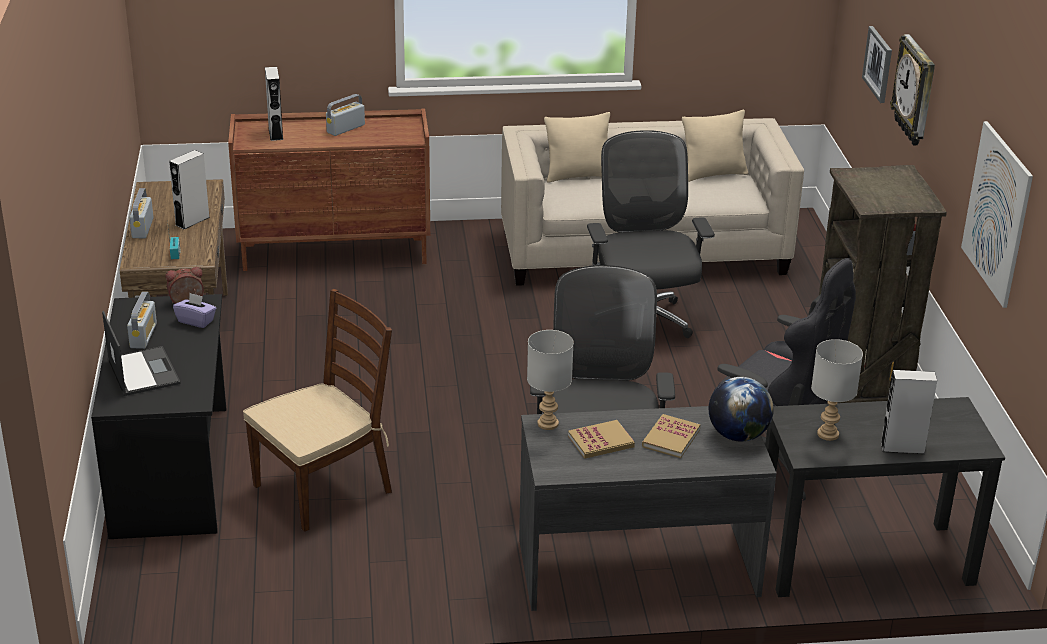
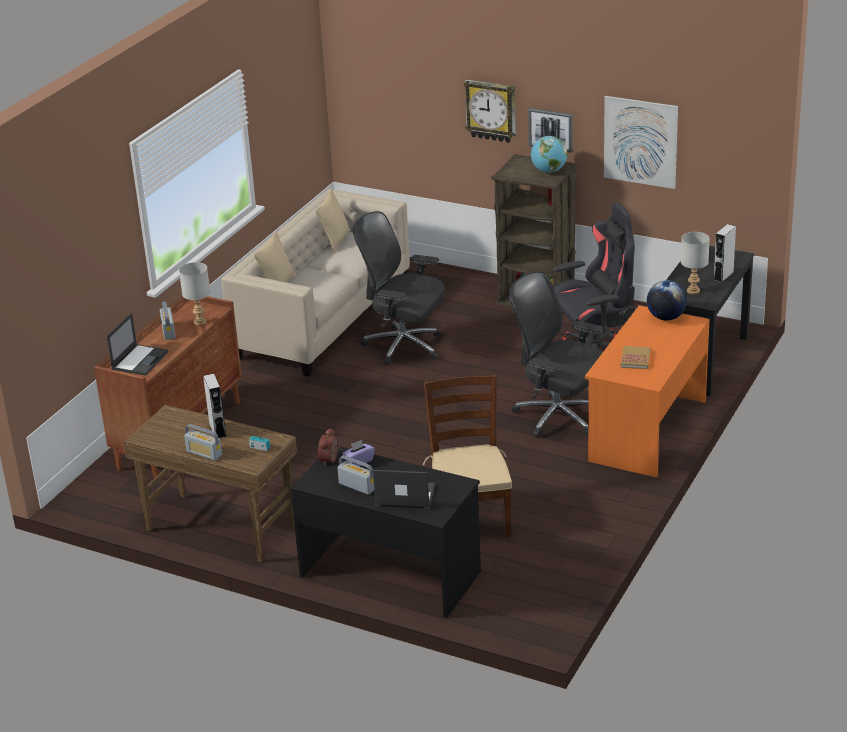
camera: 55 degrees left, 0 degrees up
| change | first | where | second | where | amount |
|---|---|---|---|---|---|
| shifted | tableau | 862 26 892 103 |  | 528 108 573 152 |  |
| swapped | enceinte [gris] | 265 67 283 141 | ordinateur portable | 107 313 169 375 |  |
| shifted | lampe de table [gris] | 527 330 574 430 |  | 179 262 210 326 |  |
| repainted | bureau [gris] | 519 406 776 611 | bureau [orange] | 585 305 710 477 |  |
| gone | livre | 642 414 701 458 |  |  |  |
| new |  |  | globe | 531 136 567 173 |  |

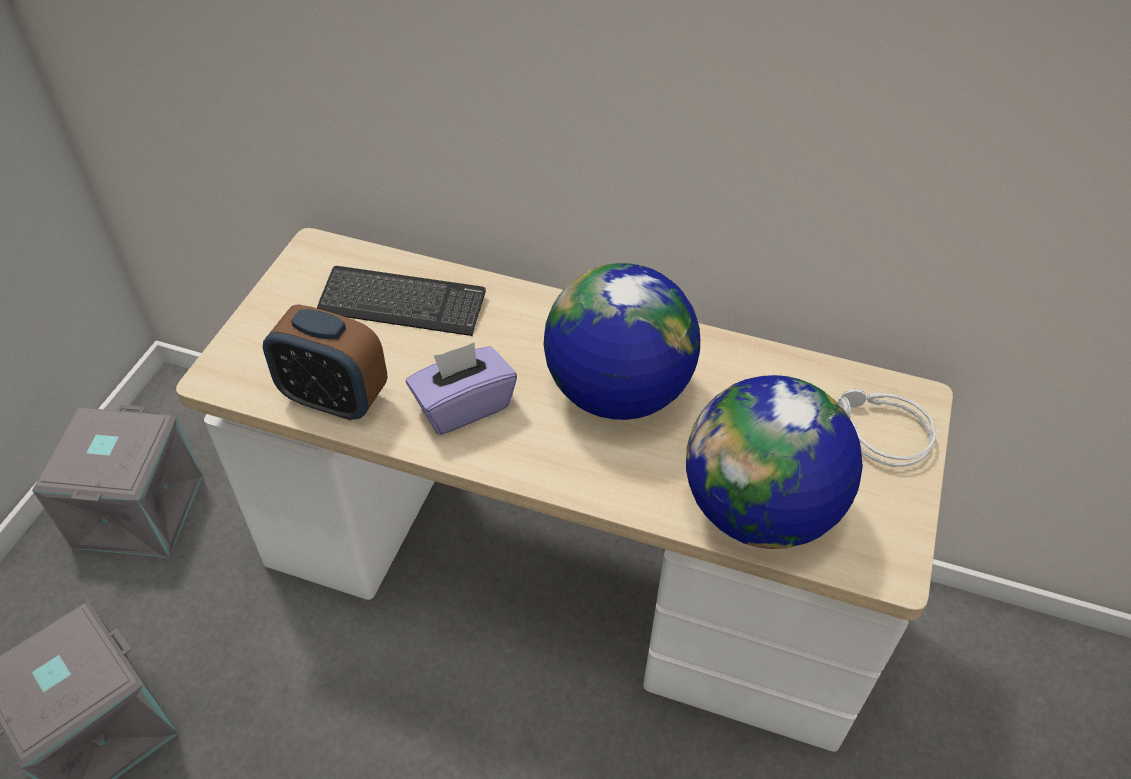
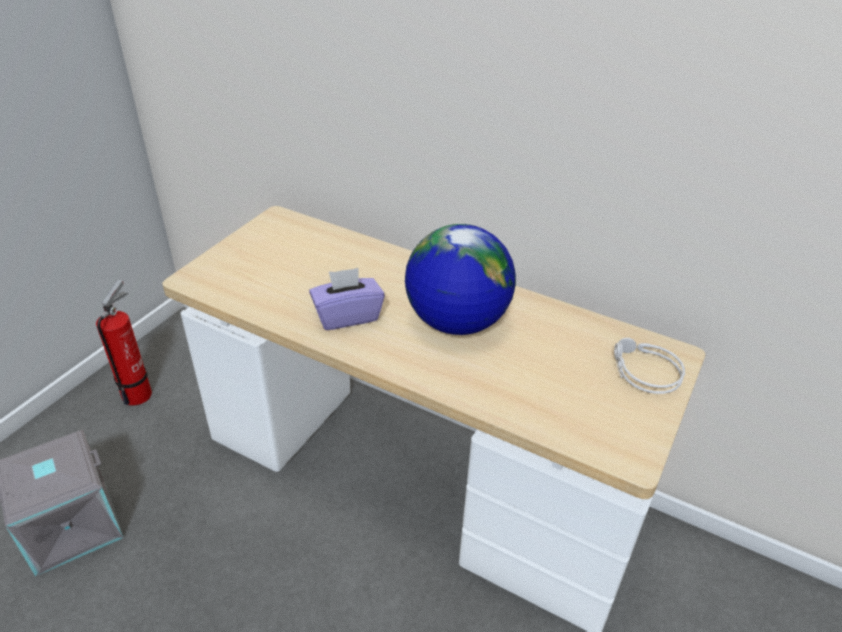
camera: 10 degrees right, 10 degrees down
| change | first | where | second | where | amount |
|---|---|---|---|---|---|
| gone | clavier | 317 266 486 336 |  |  |  |
| gone | réveil | 263 304 387 421 |  |  |  |
| gone | globe | 686 375 863 549 |  |  |  |
| swapped | boîte de rangement [gris] | 32 405 203 558 | extincteur | 96 280 152 406 |  |

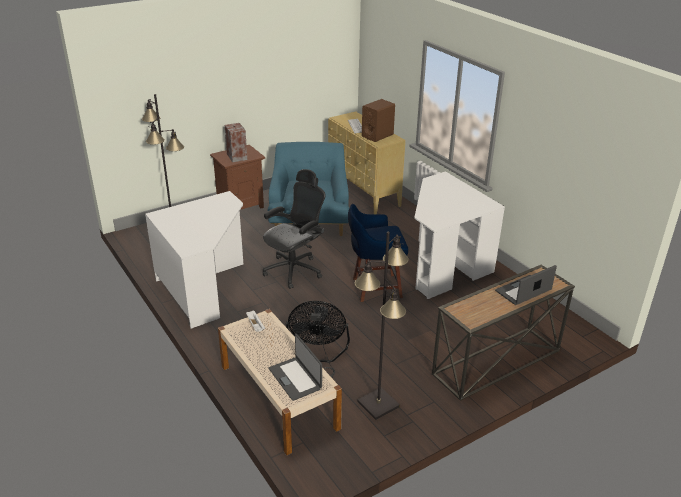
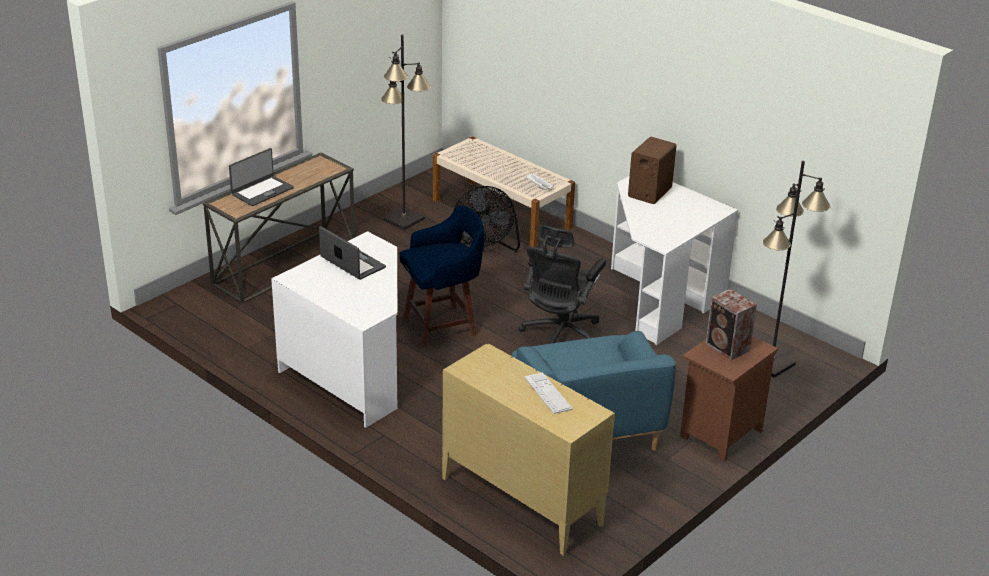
camera: 165 degrees right, 0 degrees up
| change | first | where | second | where | amount |
|---|---|---|---|---|---|
| shifted | enceinte [marron] | 362 99 395 142 |  | 628 137 677 204 |  |
| shifted | ordinateur portable | 269 334 322 401 |  | 319 226 386 280 |  |

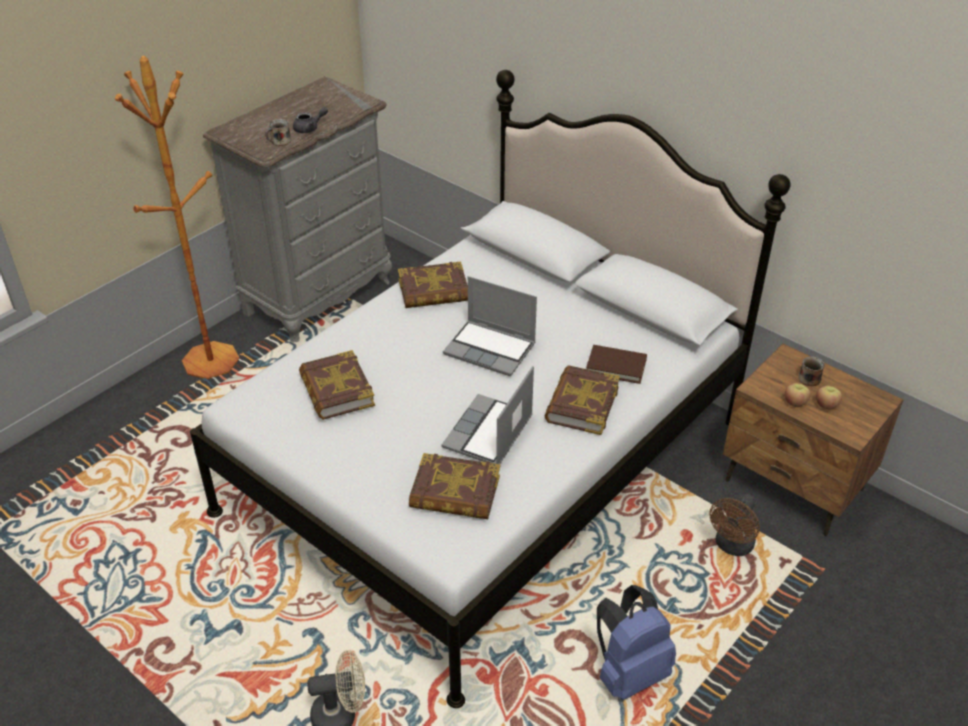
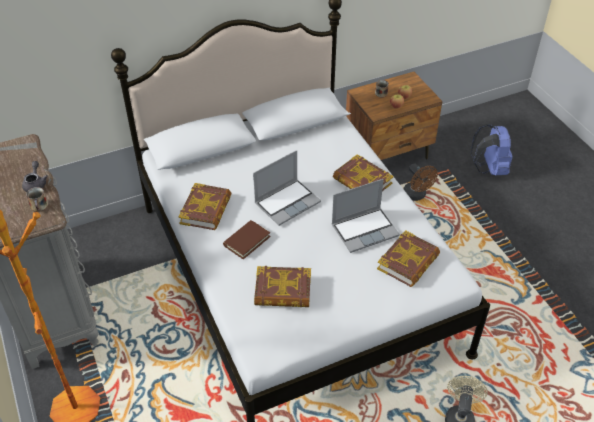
camera: 65 degrees left, 5 degrees up
| change | first | where | second | where | amount |
|---|---|---|---|---|---|
| shifted | livre [marron] | 586 345 647 384 |  | 223 220 271 259 |  |
| rotated | ordinateur portable | 441 366 534 464 |  | 332 179 400 253 | 75 degrees counterclockwise |
| shifted | sac à dos [bleu] | 597 585 676 700 |  | 471 124 512 175 |  |

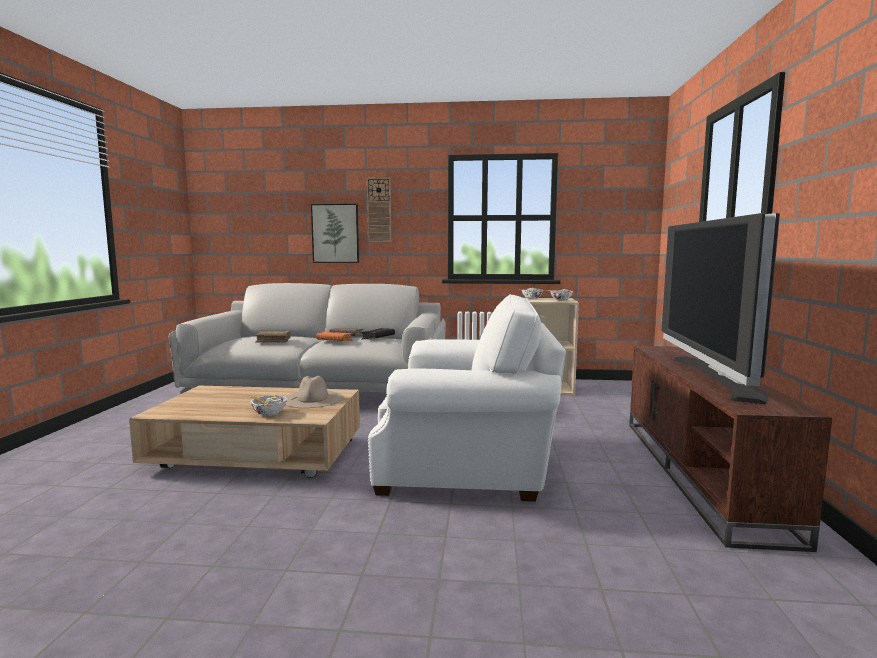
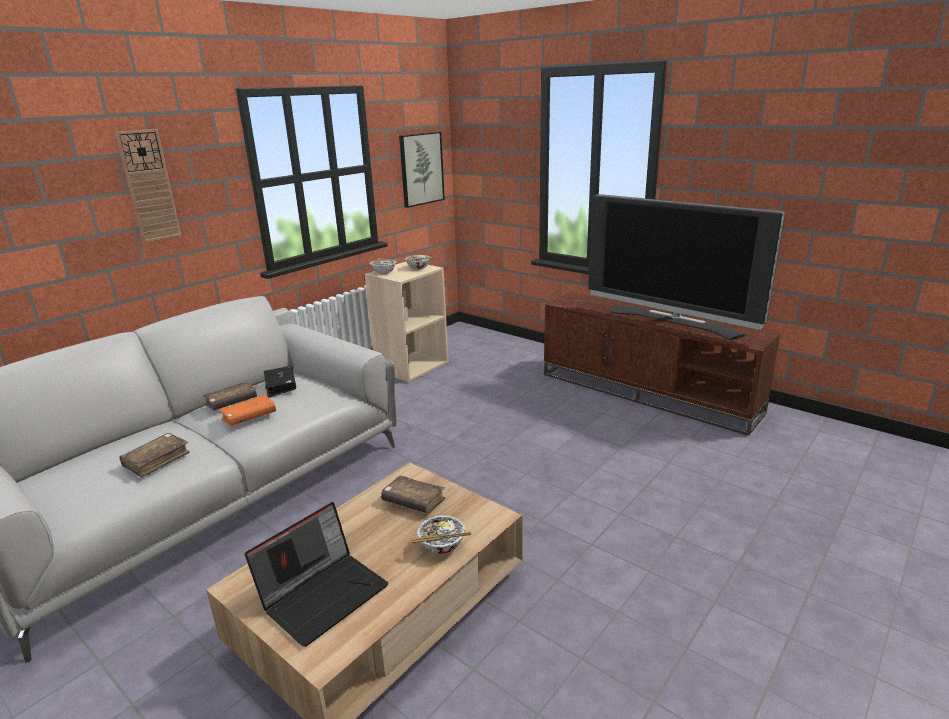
camera: 55 degrees left, 15 degrees up
| change | first | where | second | where | amount |
|---|---|---|---|---|---|
| shifted | tableau | 311 204 359 263 |  | 399 132 445 208 |  |
| gone | fauteuil [blanc] | 368 294 566 502 |  |  |  |
| swapped | chapeau [beige] | 285 376 344 408 | livre [marron] | 381 475 446 514 |  |
| new |  |  | ordinateur portable | 245 502 388 647 |  |

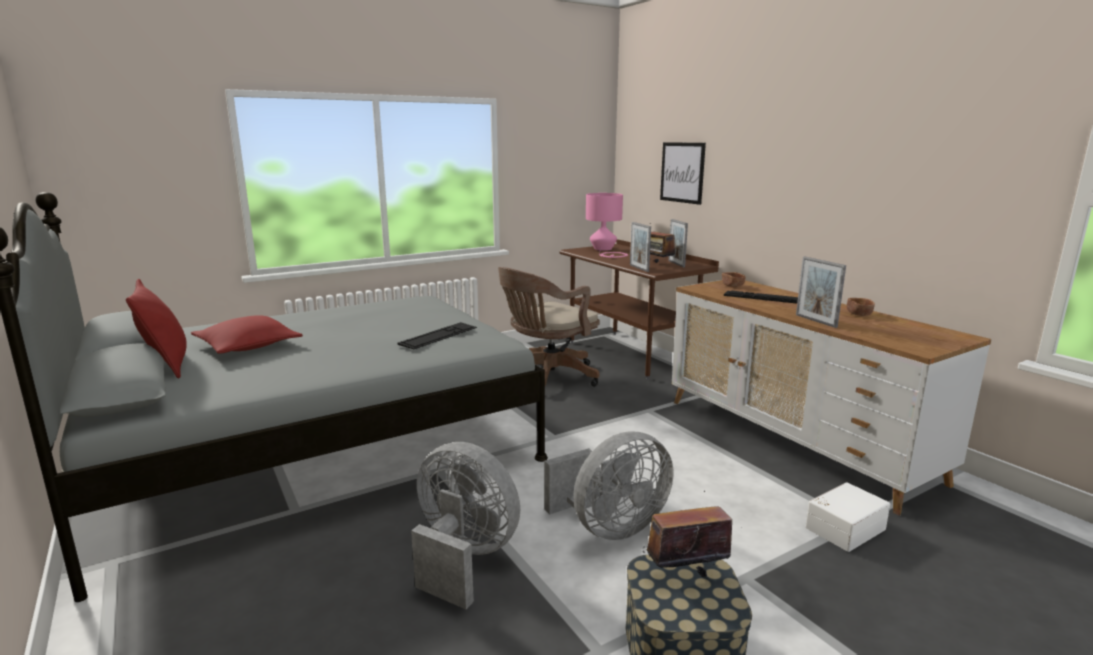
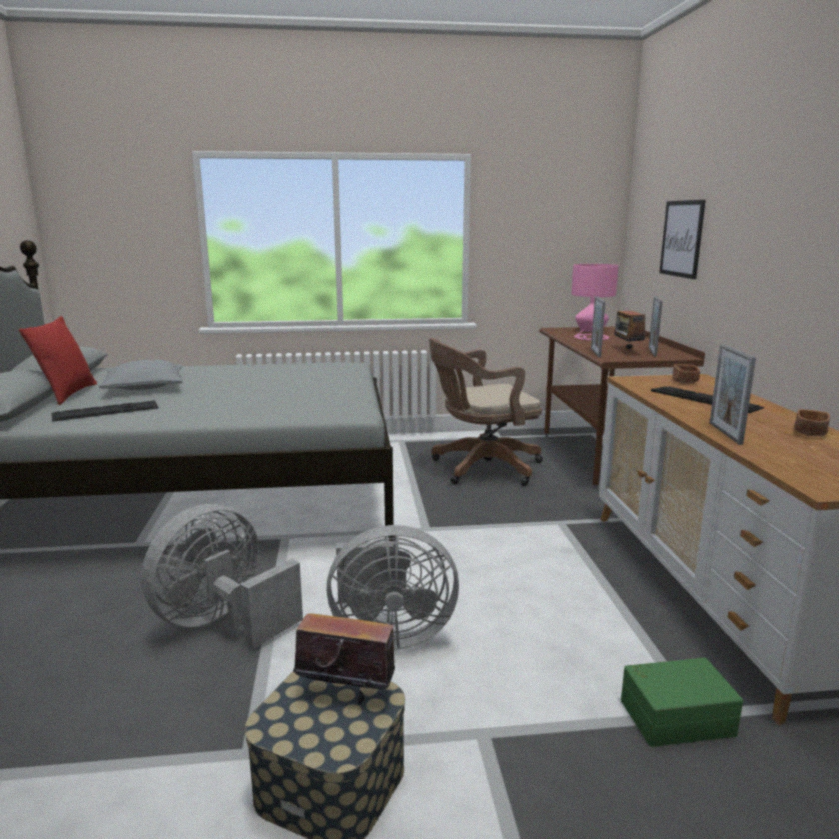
camera: 25 degrees right, 0 degrees up
| change | first | where | second | where | amount |
|---|---|---|---|---|---|
| repainted | coussin [rouge] | 191 315 303 354 | coussin [gris] | 99 360 183 390 |  |
| shifted | clavier | 397 322 477 349 |  | 52 400 159 422 |  |
| rotated | ventilateur [gris] | 411 442 520 609 |  | 141 504 303 649 | 105 degrees counterclockwise |
| repainted | boîte de rangement [blanc] | 805 482 890 552 | boîte de rangement [vert] | 621 658 743 747 |  |

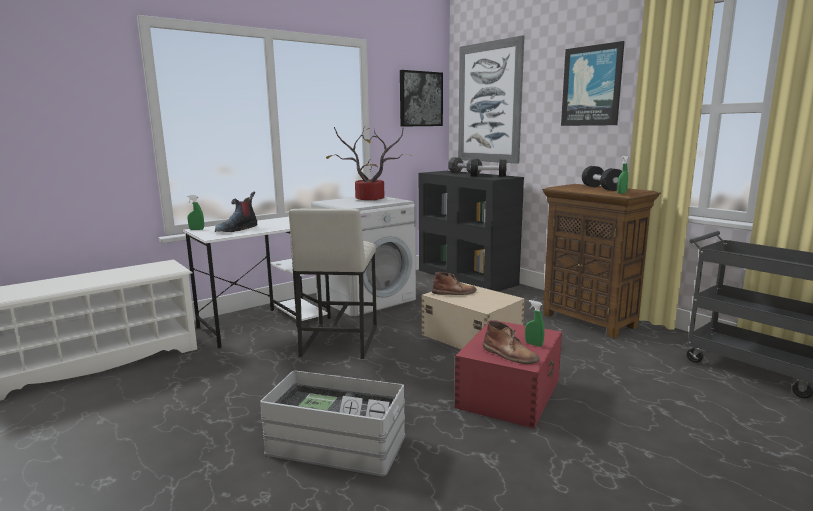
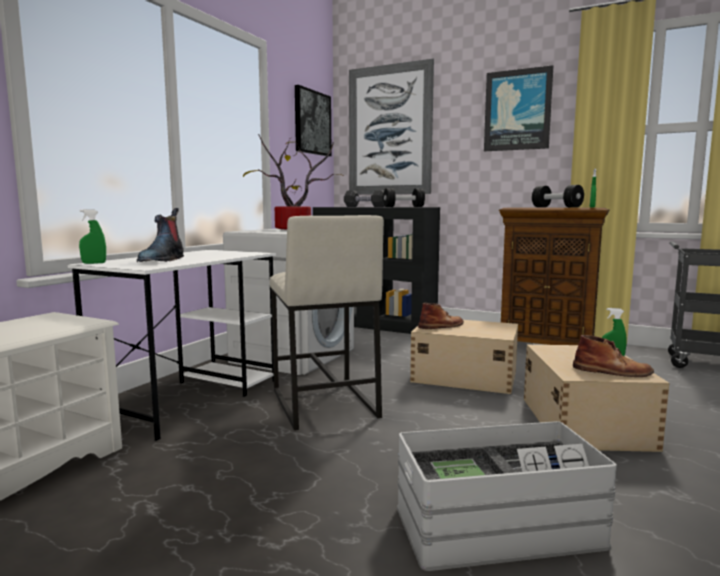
camera: 25 degrees left, 5 degrees down
| change | first | where | second | where | amount |
|---|---|---|---|---|---|
| repainted | boîte de rangement [rouge] | 455 320 562 429 | boîte de rangement [beige] | 524 345 670 452 |  |

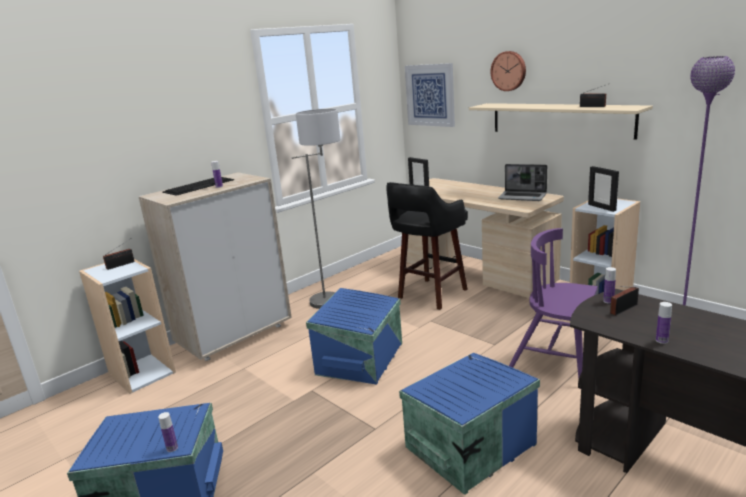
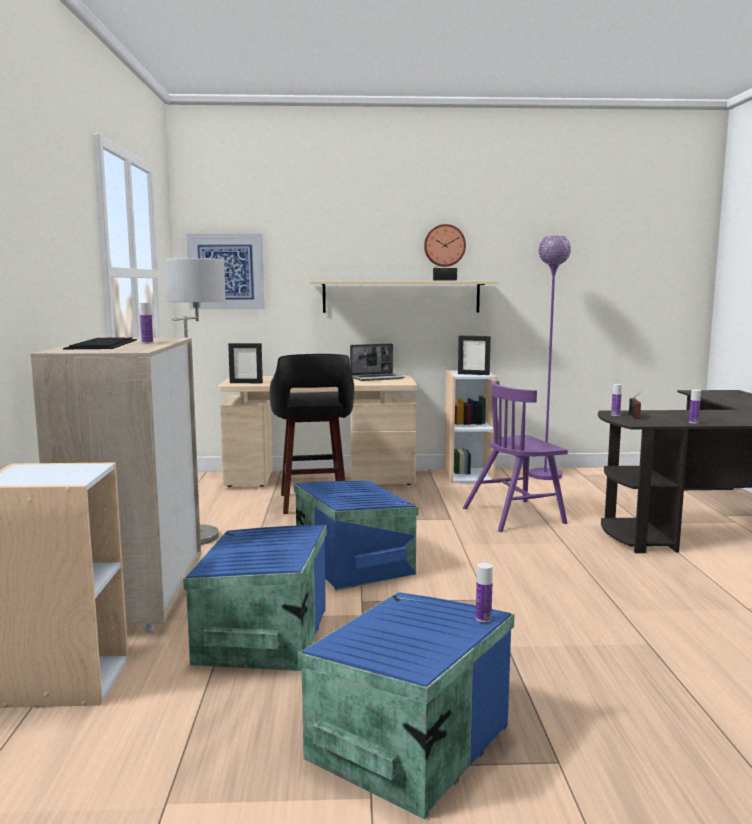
camera: 50 degrees left, 10 degrees down
| change | first | where | second | where | amount |
|---|---|---|---|---|---|
| shifted | horloge murale | 490 51 526 91 |  | 424 224 466 267 |  |
| gone | radio | 103 238 135 270 |  |  |  |
| shifted | boîte de rangement [bleu] | 399 352 540 495 |  | 183 525 327 671 |  |

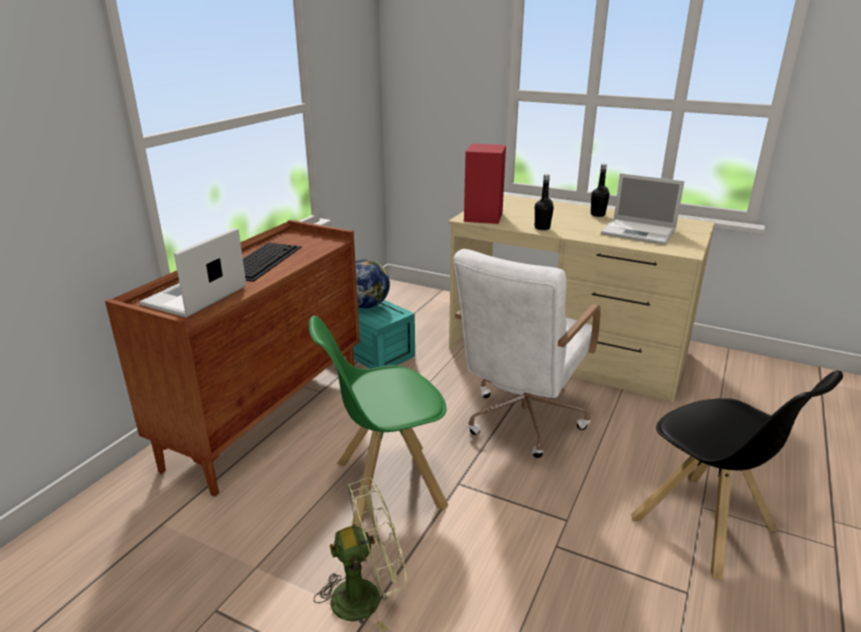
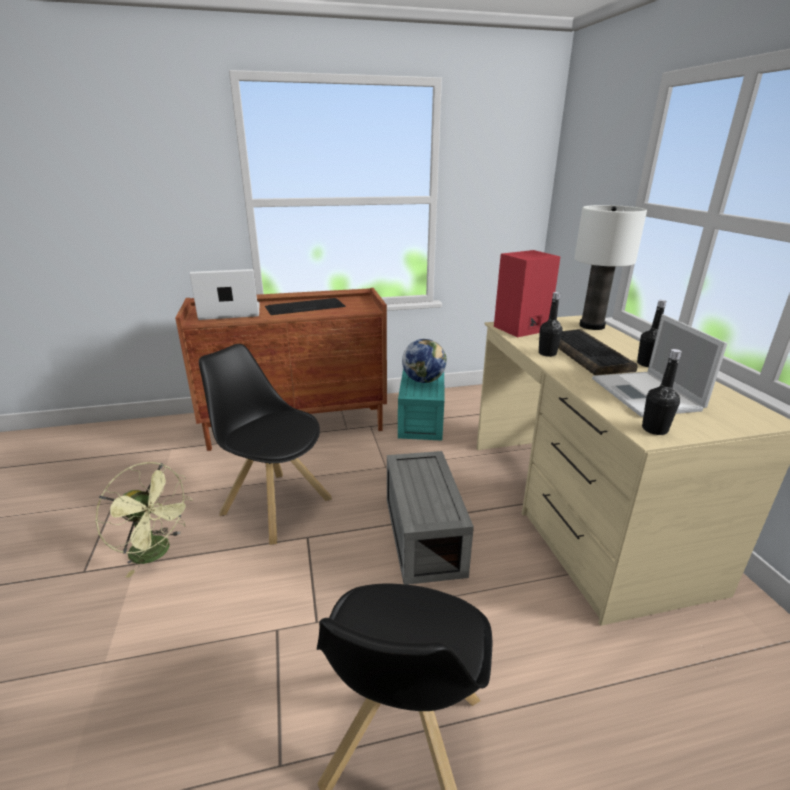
camera: 50 degrees right, 0 degrees up
| change | first | where | second | where | amount |
|---|---|---|---|---|---|
| swapped | chaise de bureau [blanc] | 453 249 601 458 | boîte de rangement [gris] | 387 451 474 585 |  |
| repainted | chaise [vert] | 309 316 448 527 | chaise [noir] | 199 344 332 545 |  |
| new |  |  | lampe de table [blanc] | 574 205 647 330 |  |
| new |  |  | clavier | 558 329 638 375 |  |
| new |  |  | bouteille [noir] | 642 349 682 435 |  |

